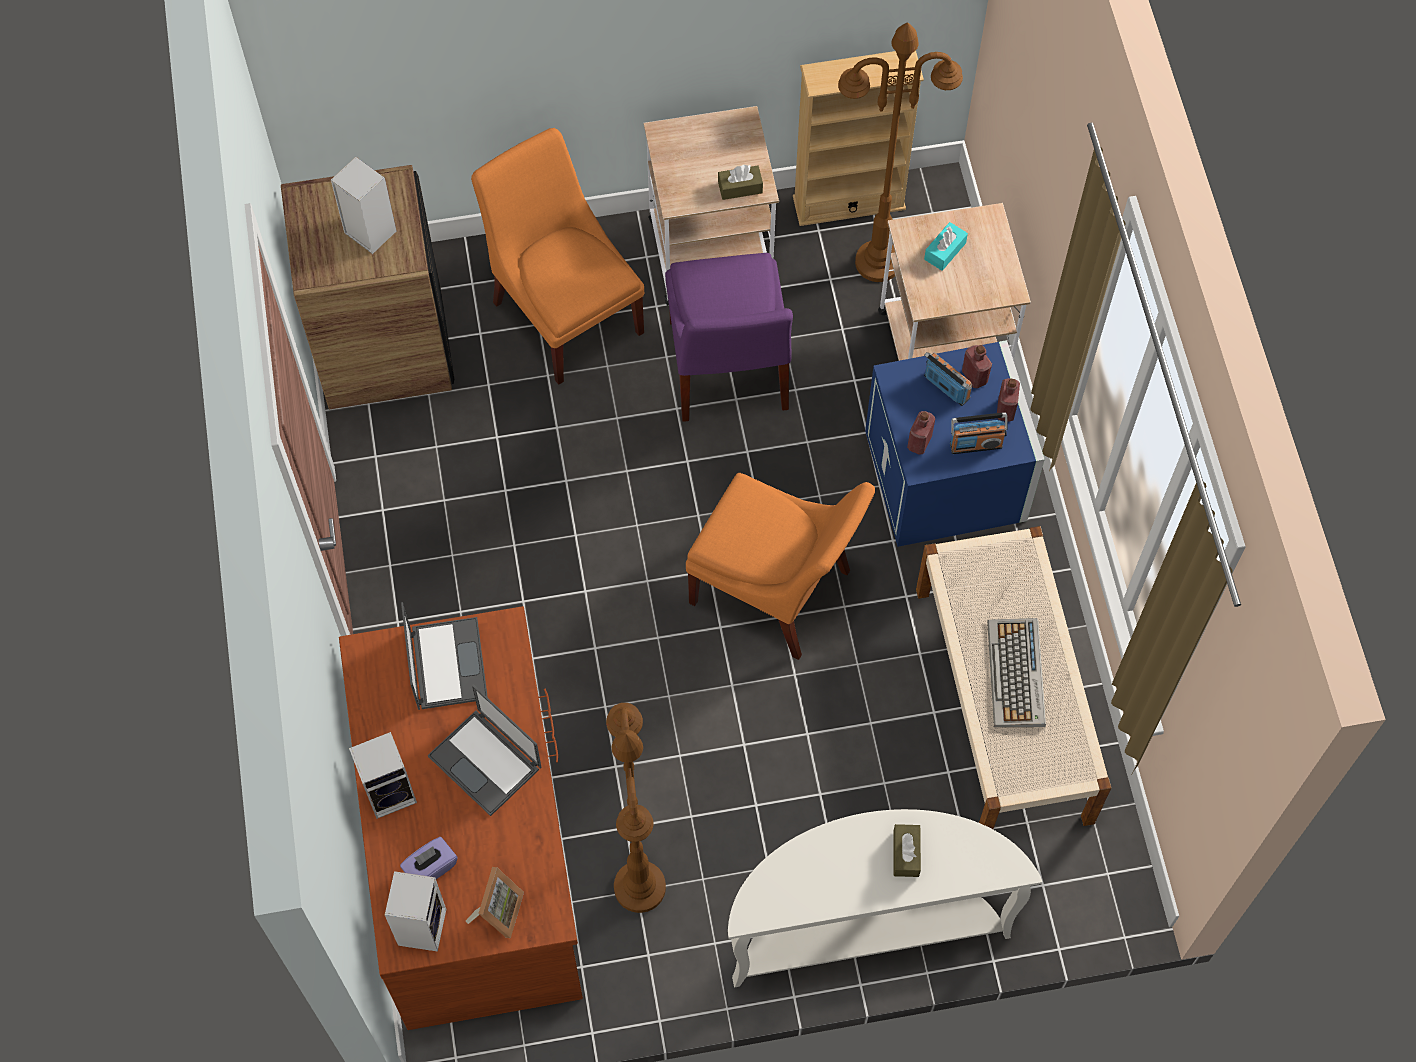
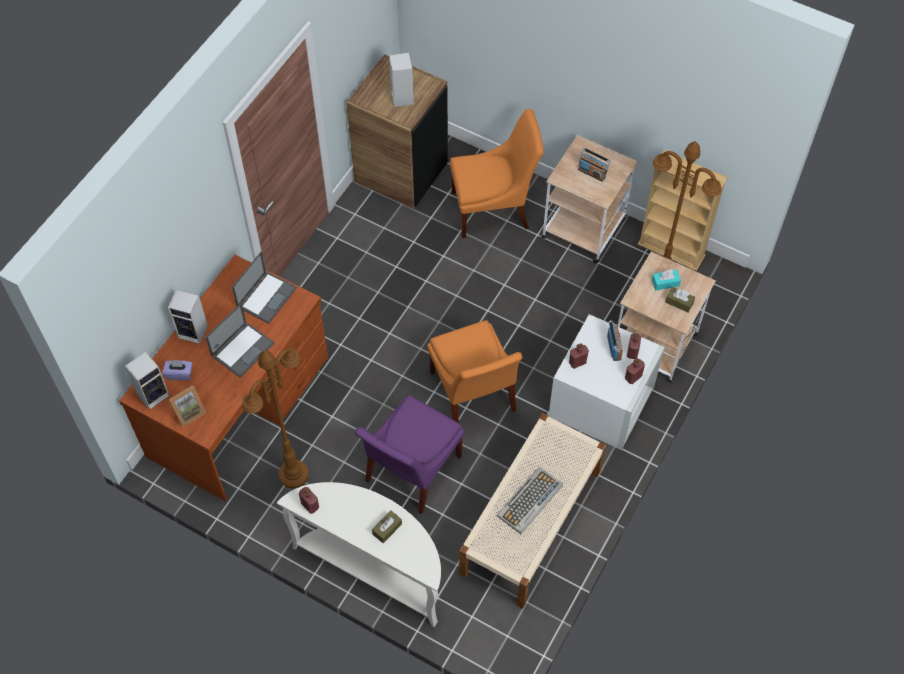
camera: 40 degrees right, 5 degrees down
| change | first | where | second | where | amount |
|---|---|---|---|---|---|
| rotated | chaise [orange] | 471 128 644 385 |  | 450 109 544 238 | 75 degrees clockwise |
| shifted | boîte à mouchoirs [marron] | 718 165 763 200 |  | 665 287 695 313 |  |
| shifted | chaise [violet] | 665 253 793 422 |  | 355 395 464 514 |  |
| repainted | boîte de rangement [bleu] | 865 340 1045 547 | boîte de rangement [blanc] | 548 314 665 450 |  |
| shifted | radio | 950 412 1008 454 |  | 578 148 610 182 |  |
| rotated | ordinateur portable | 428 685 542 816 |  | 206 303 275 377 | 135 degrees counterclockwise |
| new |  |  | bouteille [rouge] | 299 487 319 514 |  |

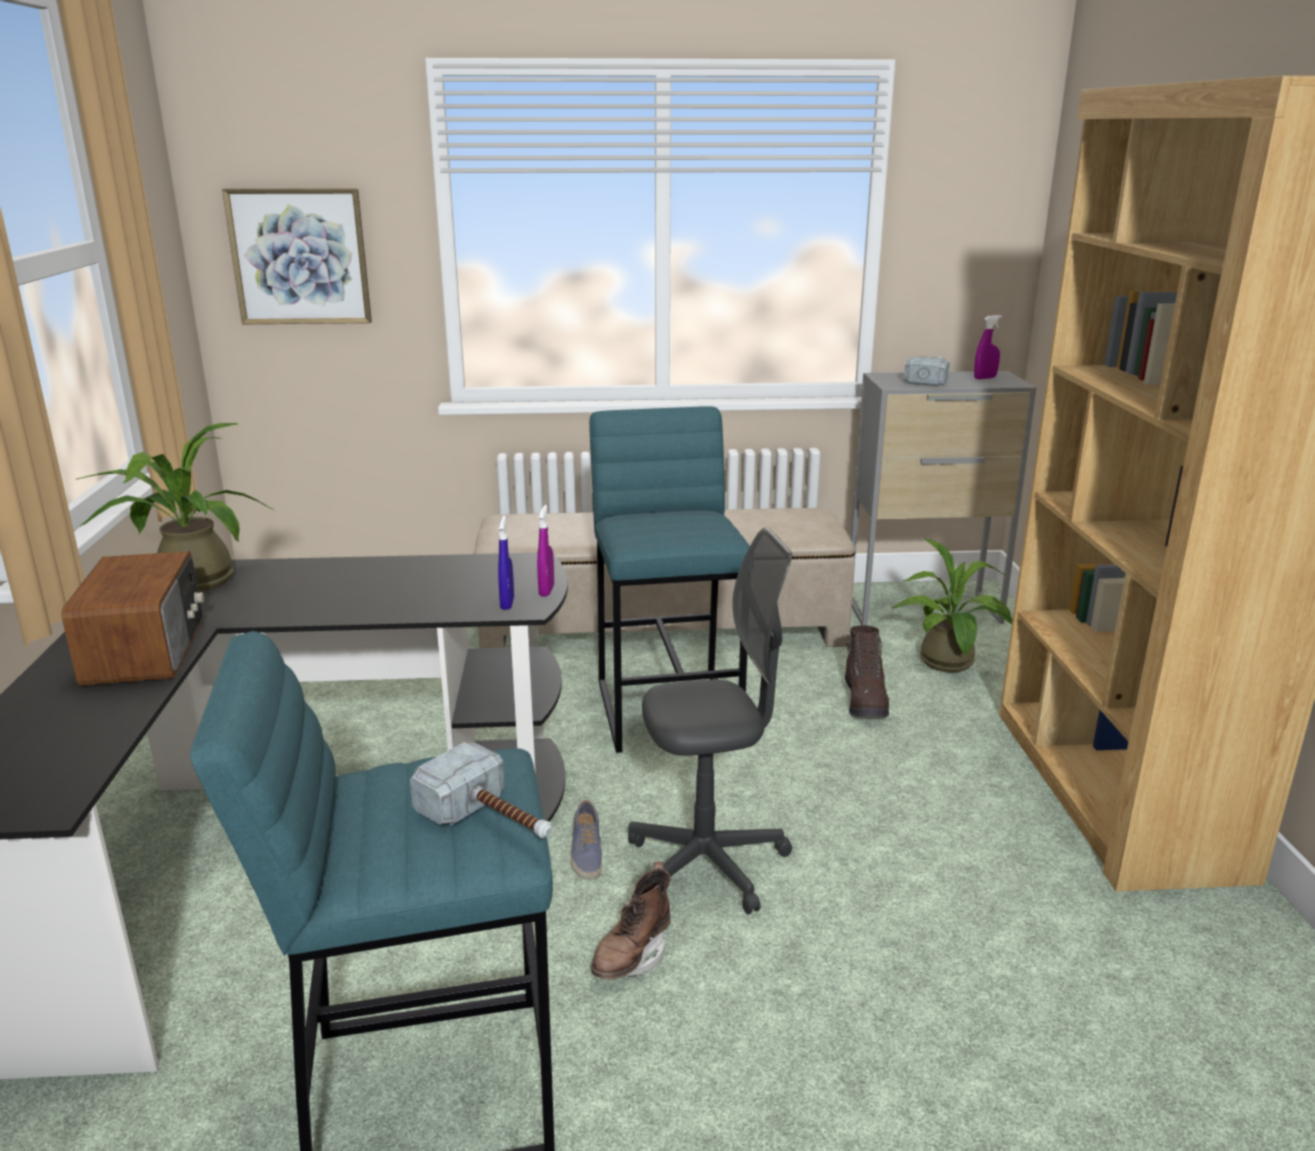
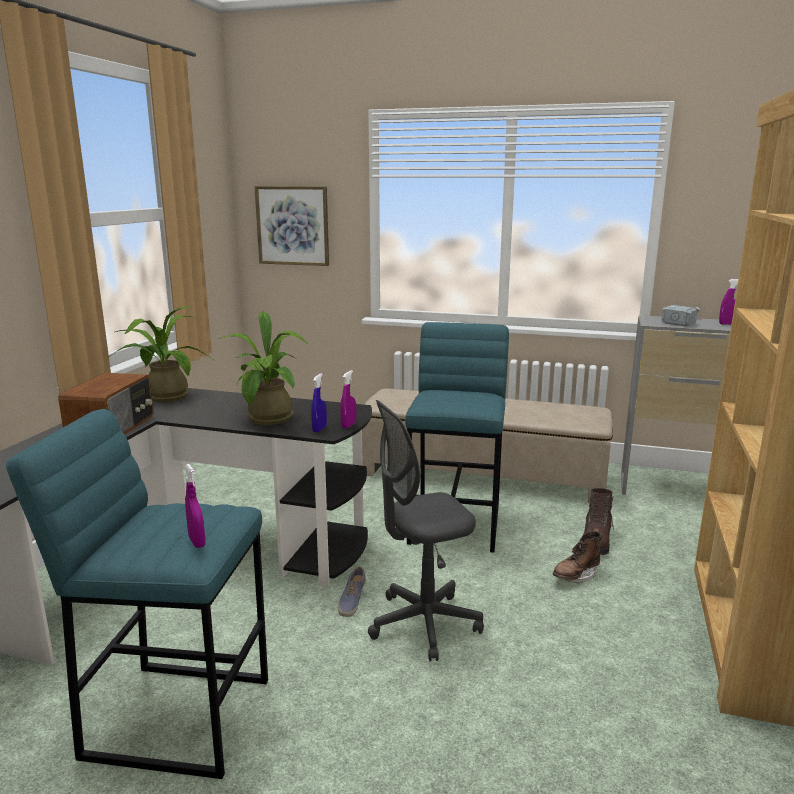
camera: 20 degrees right, 5 degrees down
| change | first | where | second | where | amount |
|---|---|---|---|---|---|
| rotated | chaise de bureau [gris] | 628 527 792 914 |  | 368 400 484 661 | 150 degrees clockwise |
| shifted | plante en pot | 891 537 1013 672 |  | 218 311 308 425 |  |
| swapped | marteau | 410 742 552 838 | vaporisateur [violet] | 185 464 205 548 |  |
| shifted | botte [marron] | 591 862 671 980 |  | 553 528 602 583 |  |

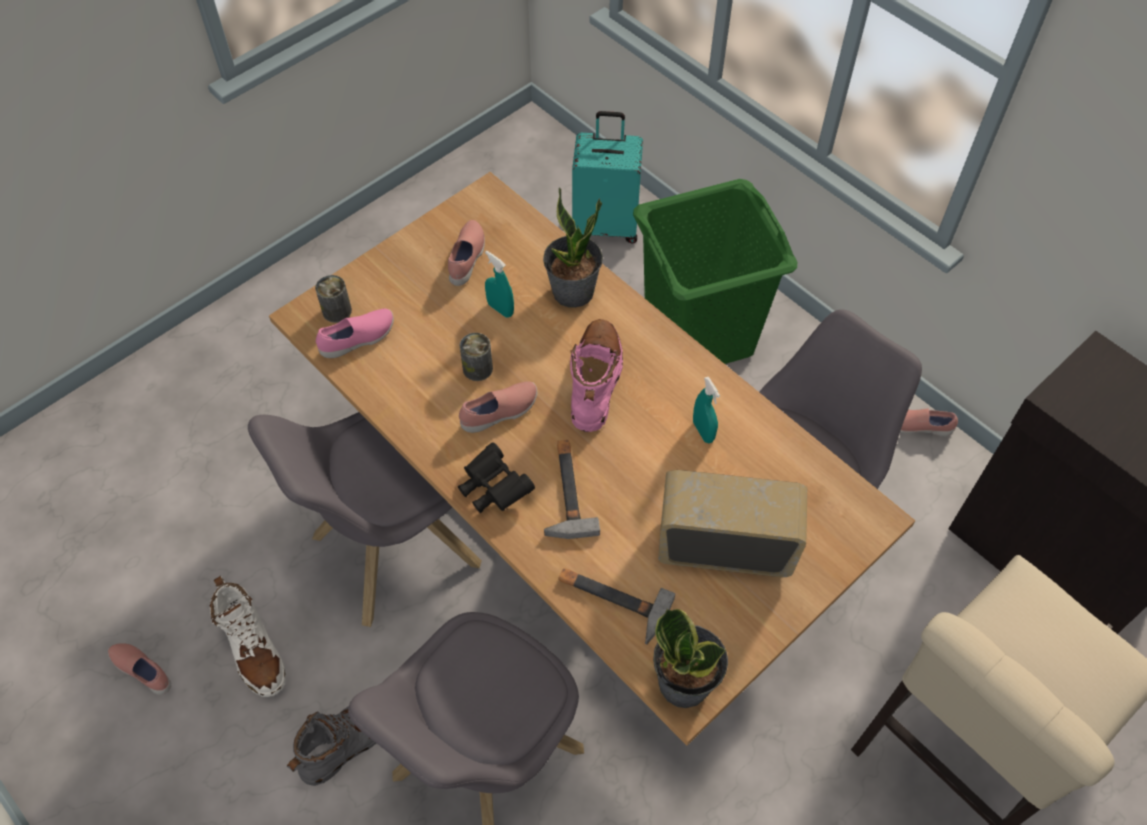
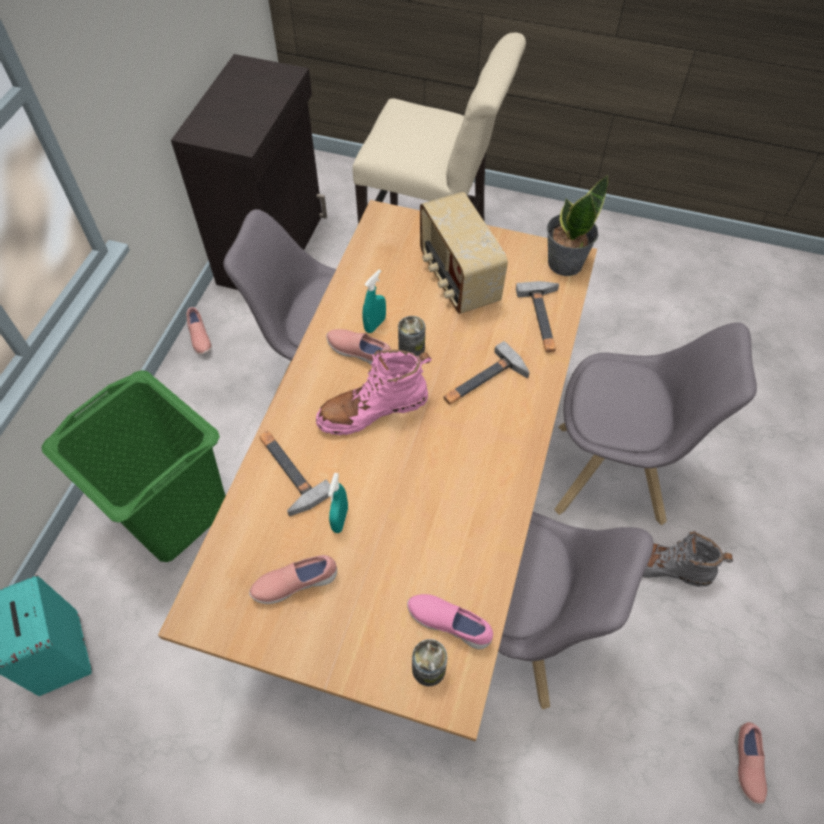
camera: 120 degrees left, 0 degrees up
| change | first | where | second | where | amount |
|---|---|---|---|---|---|
| swapped | plante en pot | 543 187 603 308 | marteau | 259 431 330 516 |  |
| shifted | boîte métallique | 460 333 493 381 |  | 398 316 425 356 |  |
| shifted | chaussure [rose] | 459 381 537 433 |  | 326 329 391 365 |  |
| gone | jumelles [noir] | 458 443 535 513 |  |  |  |
| gone | botte [blanc] | 209 576 286 697 |  |  |  |

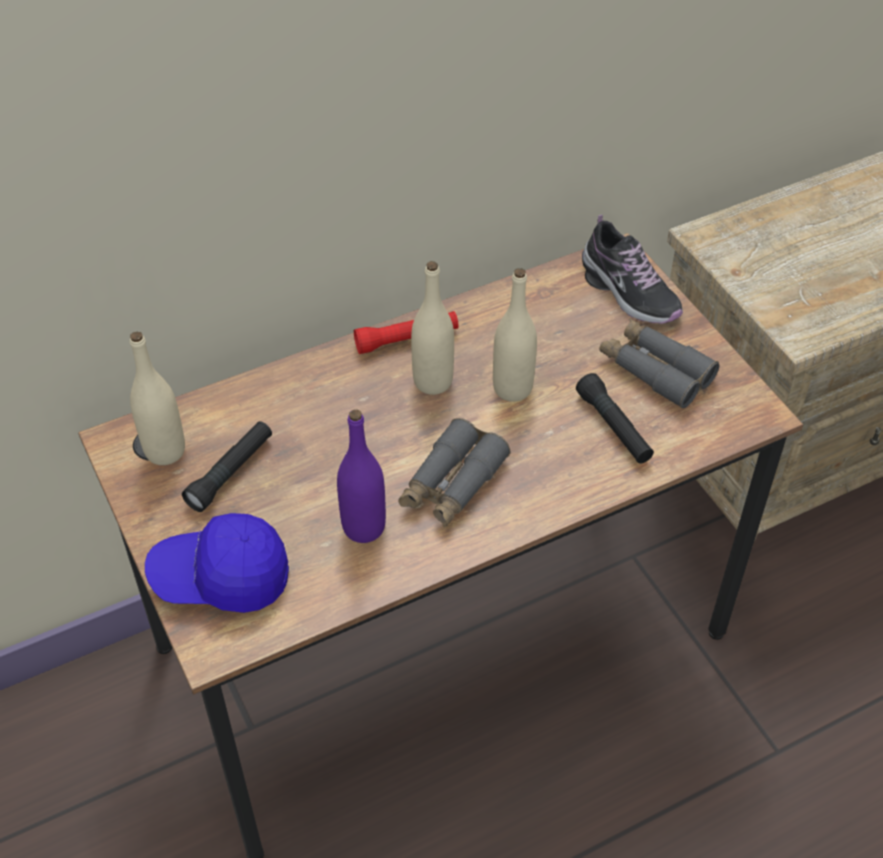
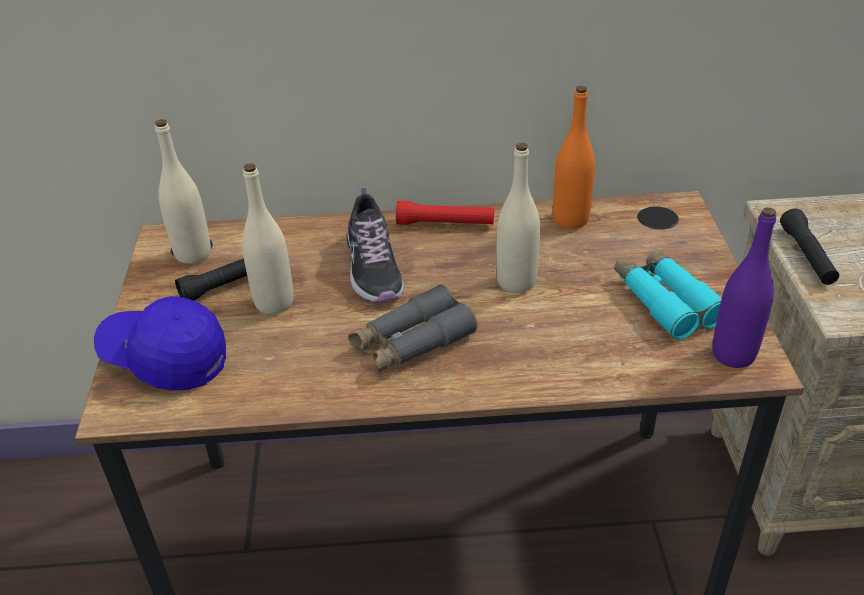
camera: 25 degrees right, 10 degrees down
| change | first | where | second | where | amount |
|---|---|---|---|---|---|
| shifted | chaussure | 582 214 683 324 |  | 347 187 404 302 |  |
| shifted | bouteille [beige] | 411 261 454 395 |  | 242 163 294 314 |  |
| repainted | jumelles [gris] | 600 318 719 408 | jumelles [turquoise] | 614 248 722 339 |  |
| shifted | lampe de poche [noir] | 576 373 654 464 |  | 780 208 839 285 |  |
| shifted | bouteille [violet] | 337 409 386 543 |  | 712 208 776 368 |  |
| new |  |  | bouteille [orange] | 553 86 595 229 |  |

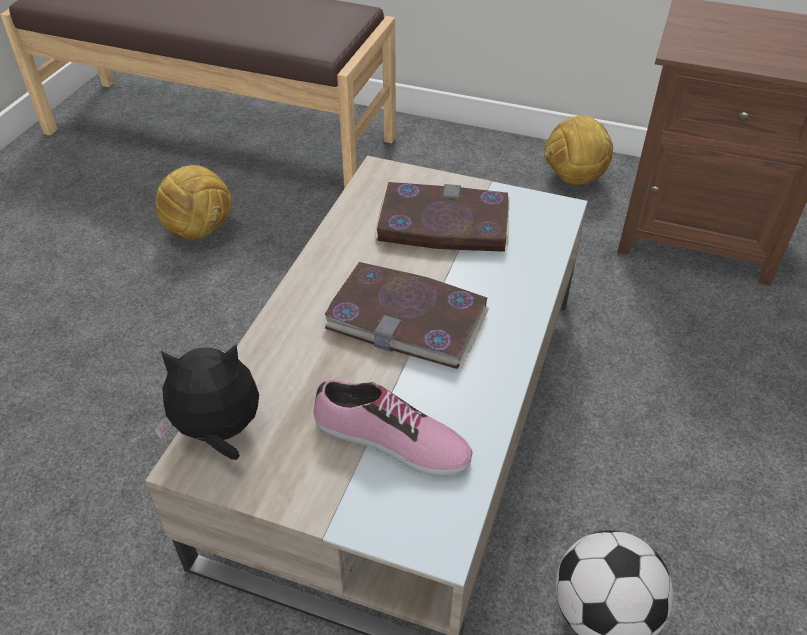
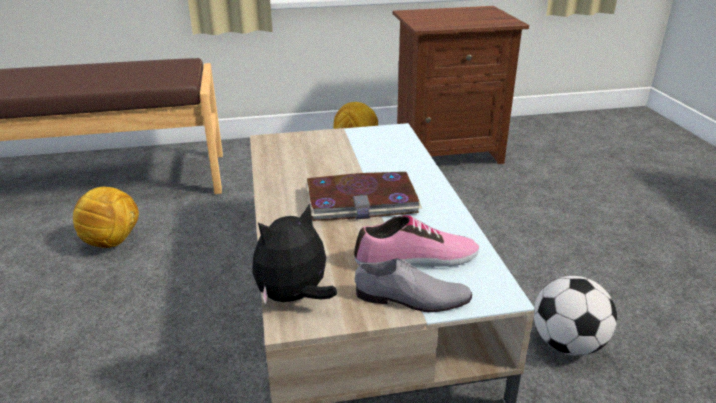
camera: 30 degrees left, 15 degrees down
| change | first | where | second | where | amount |
|---|---|---|---|---|---|
| gone | livre | 374 182 510 252 |  |  |  |
| new |  |  | chaussure [gris] | 355 258 472 312 |  |

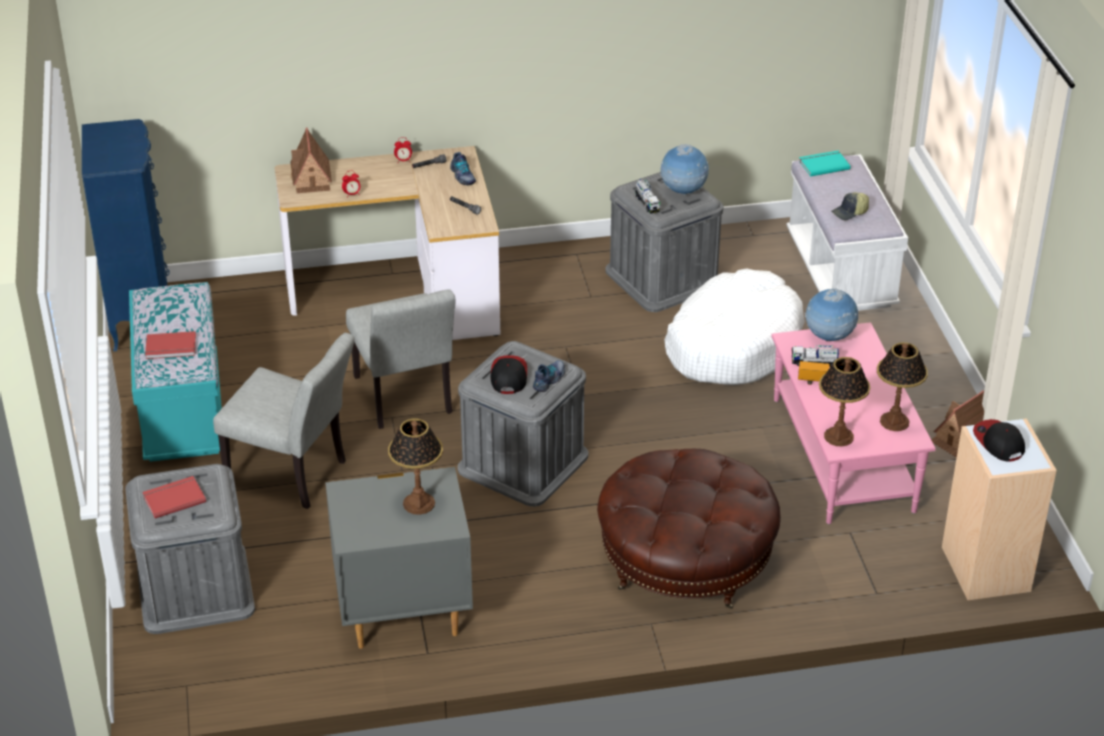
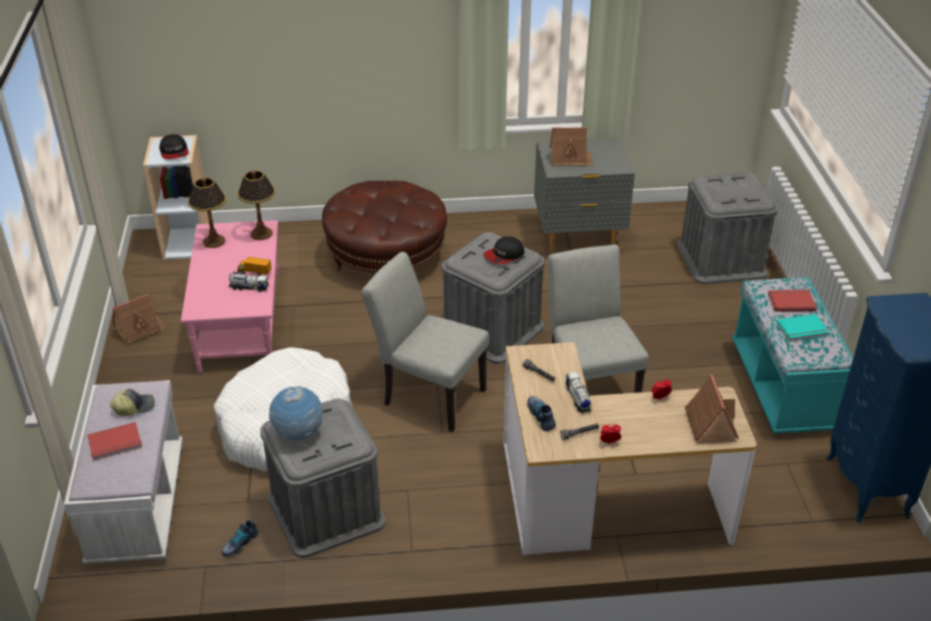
camera: 175 degrees left, 0 degrees up
| change | first | where | second | where | amount |
|---|---|---|---|---|---|
| shifted | livre [turquoise] | 799 151 851 177 |  | 776 314 829 342 |  |
| shifted | camion jouet | 635 179 660 214 |  | 566 372 591 413 |  |
| gone | globe | 804 288 858 341 |  |  |  |
| shifted | chaise [gris] | 213 333 355 509 |  | 361 252 489 432 |  |
| rotated | casquette | 490 355 527 394 |  | 483 236 524 264 | 45 degrees clockwise |
| shifted | chaussure | 533 360 565 392 |  | 222 519 258 557 |  |
| swapped | lampe de table | 388 418 443 515 | maison miniature | 550 127 593 168 |  |
| shifted | livre [rouge] | 142 476 206 519 |  | 87 422 142 461 |  |

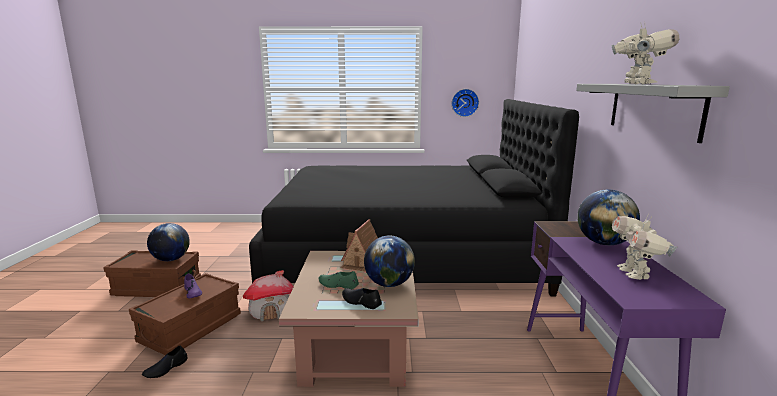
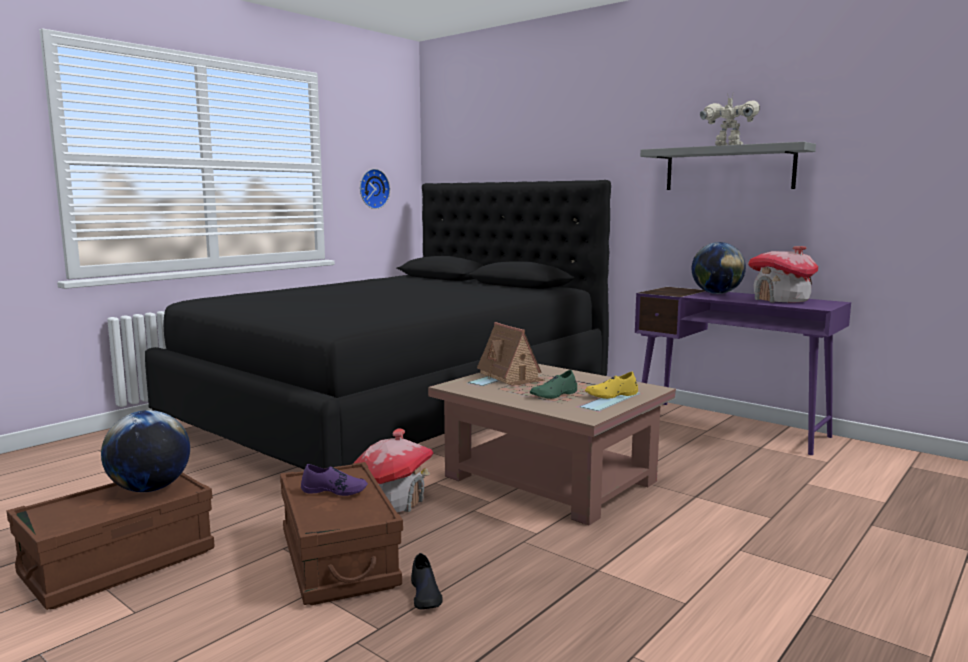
camera: 50 degrees left, 5 degrees down
| change | first | where | second | where | amount |
|---|---|---|---|---|---|
| swapped | robot jouet | 612 214 678 280 | maison miniature | 748 246 818 303 |  |
| gone | globe | 364 235 415 287 |  |  |  |
| repainted | chaussure [noir] | 342 288 382 309 | chaussure [jaune] | 585 371 638 399 |  |

